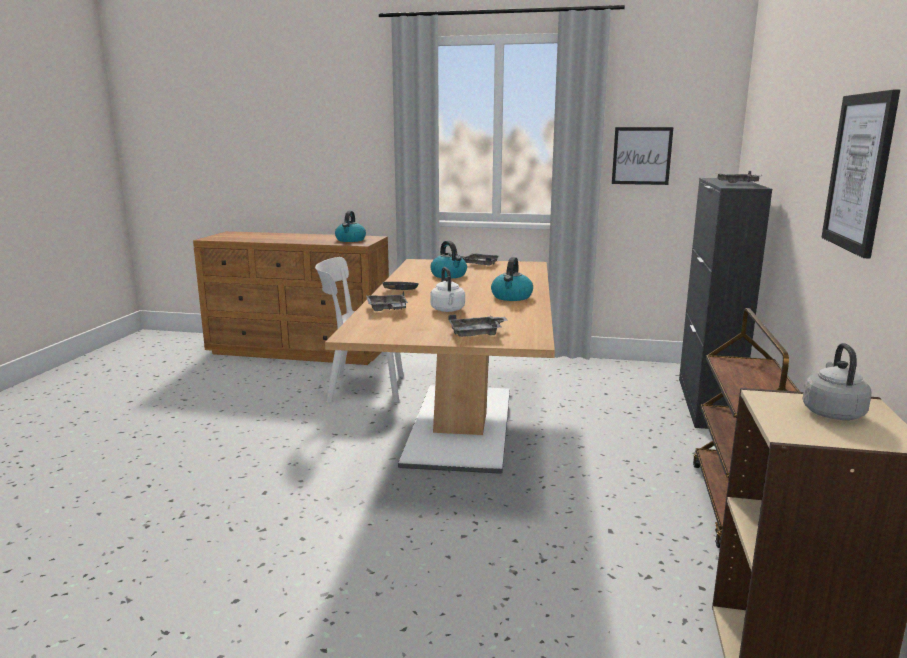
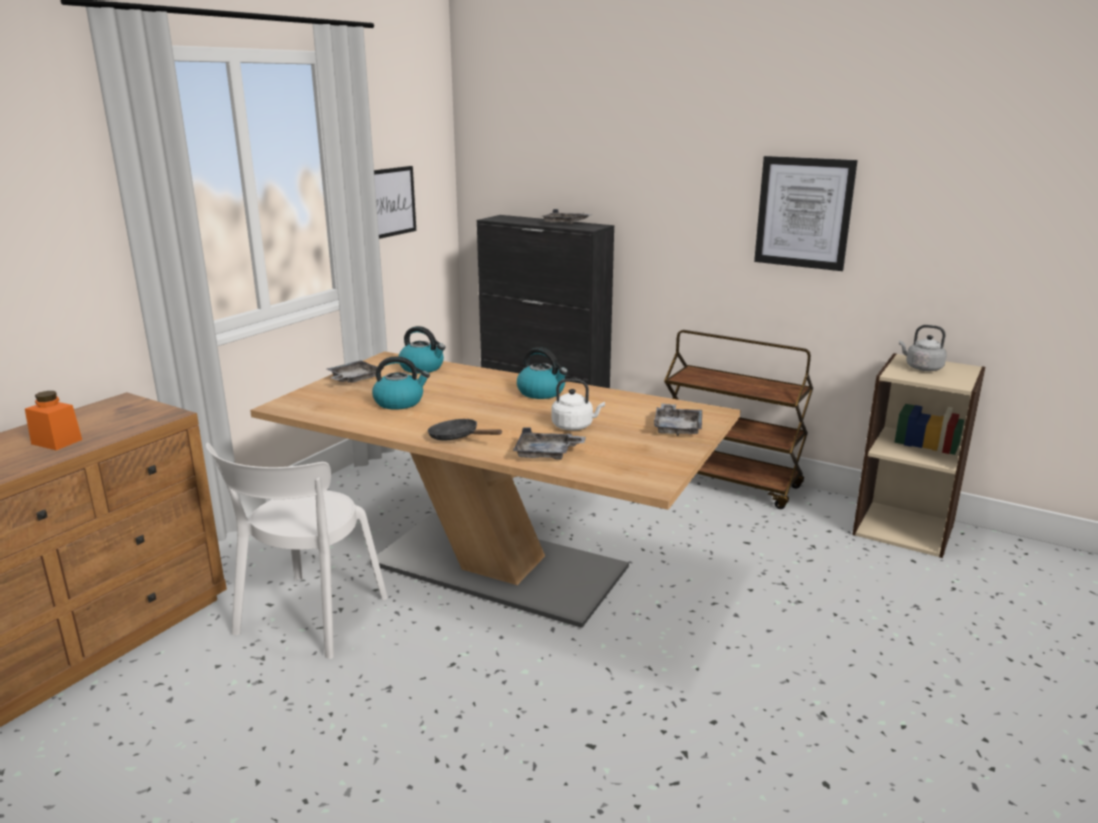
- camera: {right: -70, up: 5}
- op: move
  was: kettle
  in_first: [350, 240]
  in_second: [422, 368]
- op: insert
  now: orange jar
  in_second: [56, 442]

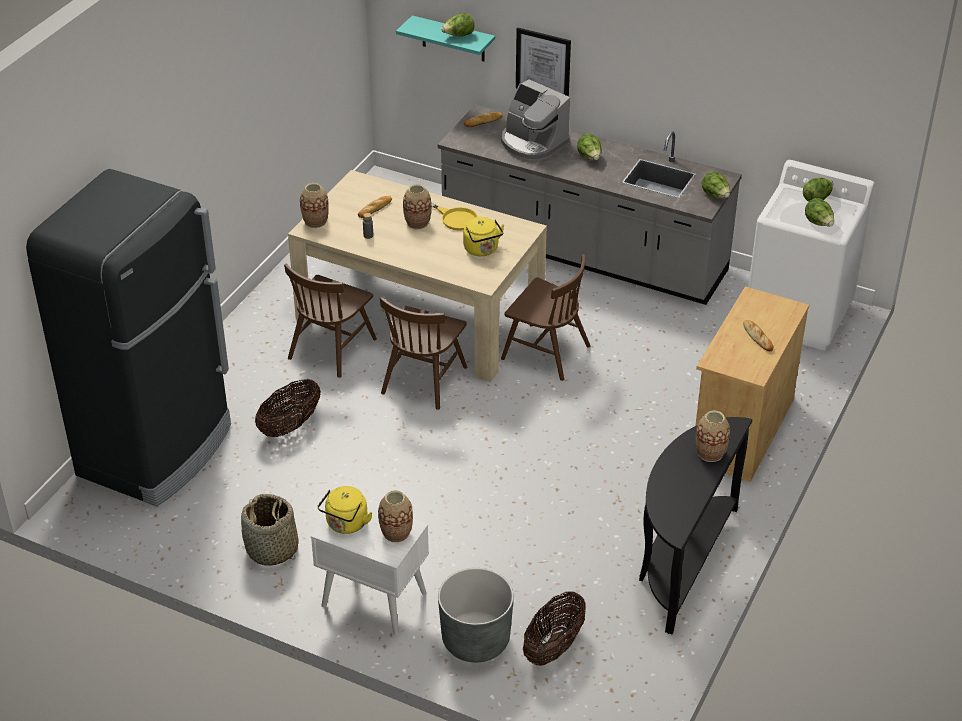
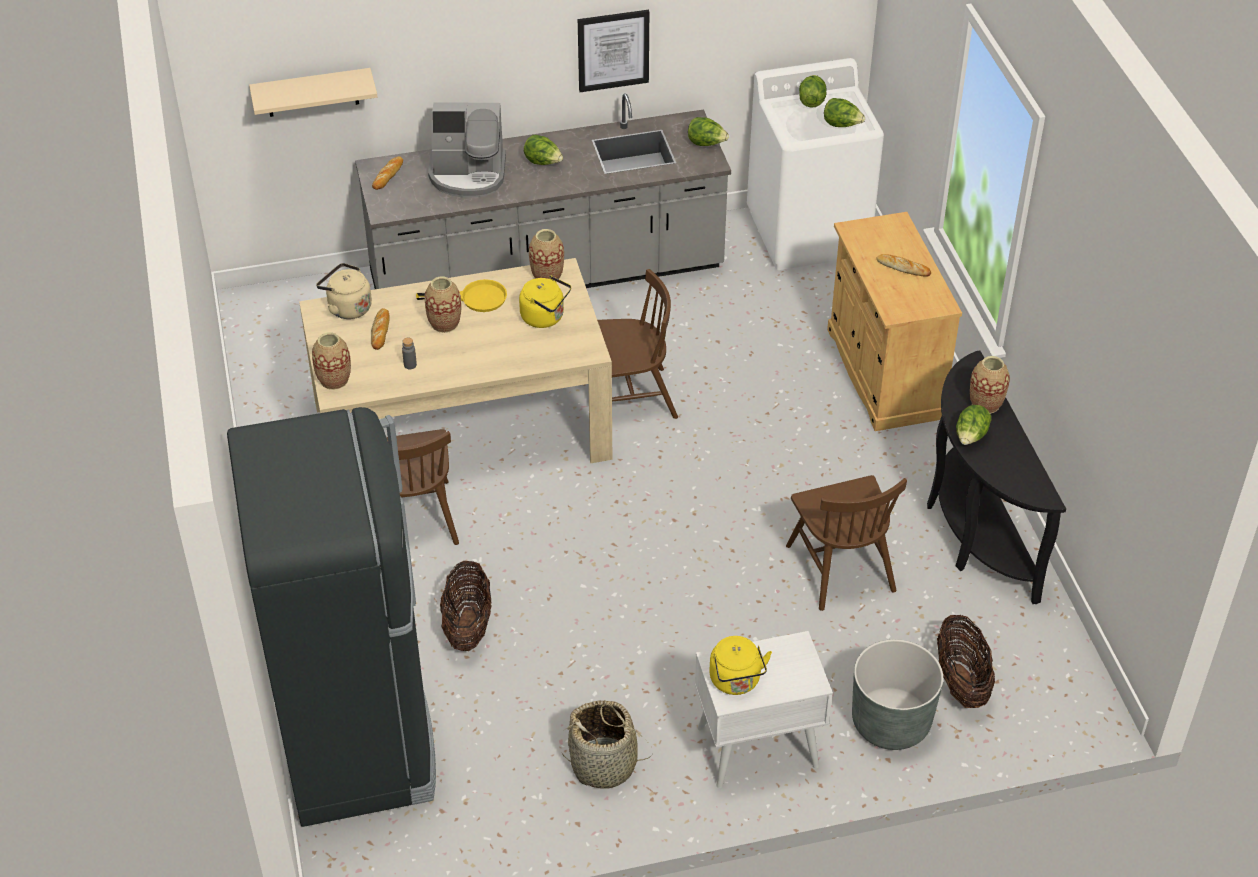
- camera: {right: -40, up: 5}
- op: move
  was: lettuce
  in_first: [458, 36]
  in_second: [970, 437]
- op: recolor
  was: turquoise shelf
  now: beige shelf
  in_first: [453, 39]
  in_second: [312, 92]
- op: move
  was: picture
  in_first: [543, 64]
  in_second: [613, 50]
- op: move
  was: brown chair
  in_first: [424, 380]
  in_second: [840, 567]
- op: move
  was: vase
  in_first: [396, 533]
  in_second: [547, 275]
- op: insert
  now: beige kettle
  in_second: [347, 307]

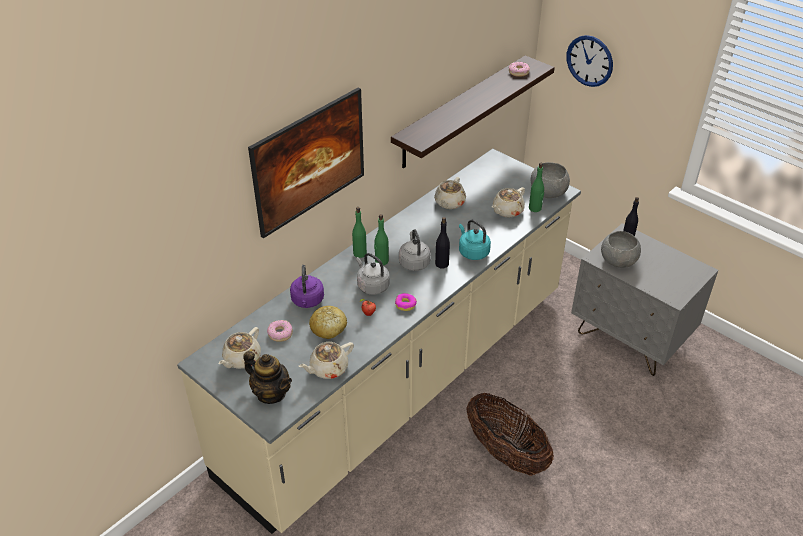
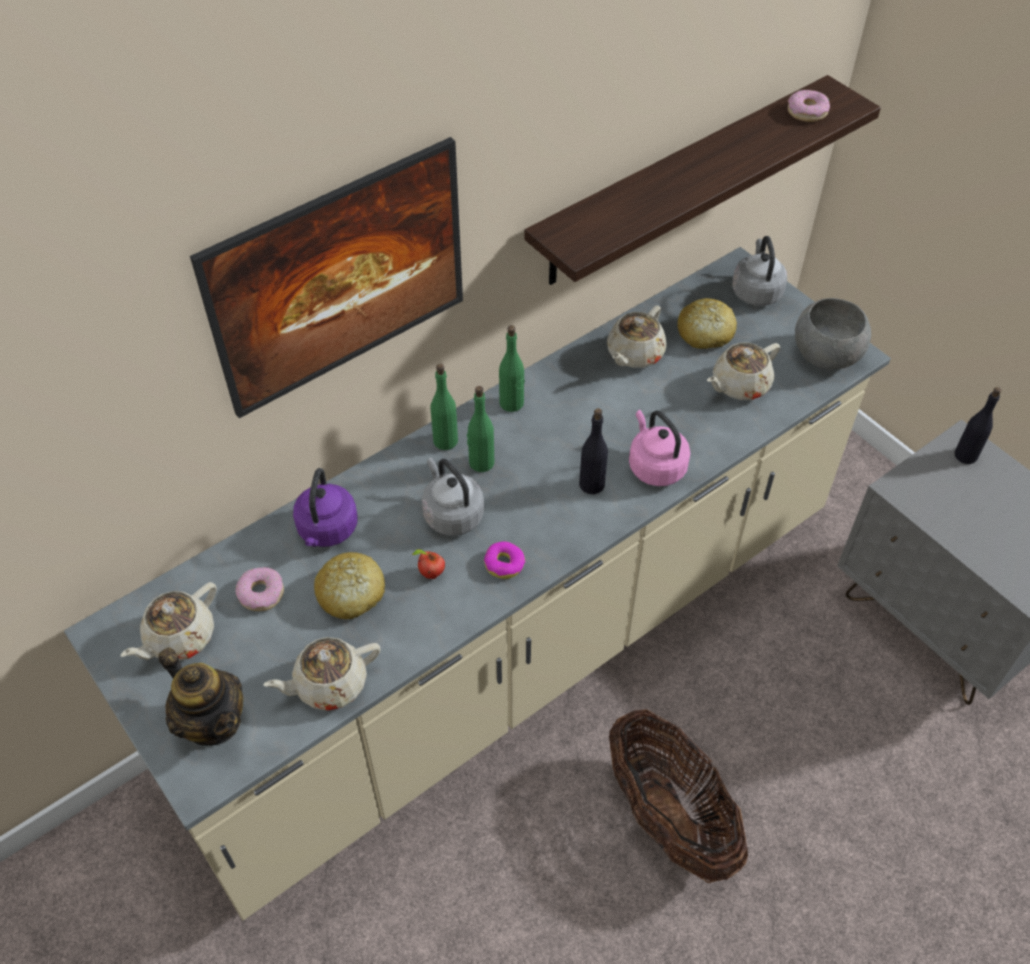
- camera: {right: 10, up: 10}
- op: delete
  was: wall clock
  in_first: [589, 61]
- op: move
  was: green bottle
  in_first: [535, 208]
  in_second: [512, 403]
- op: recolor
  was: turquoise kettle
  now: pink kettle
  in_first: [472, 252]
  in_second: [655, 466]
- op: move
  was: grey kettle
  in_first: [414, 262]
  in_second: [756, 291]
- op: delete
  was: grey bowl
  in_first: [618, 260]
- op: insert
  now: bread
  in_second: [705, 333]

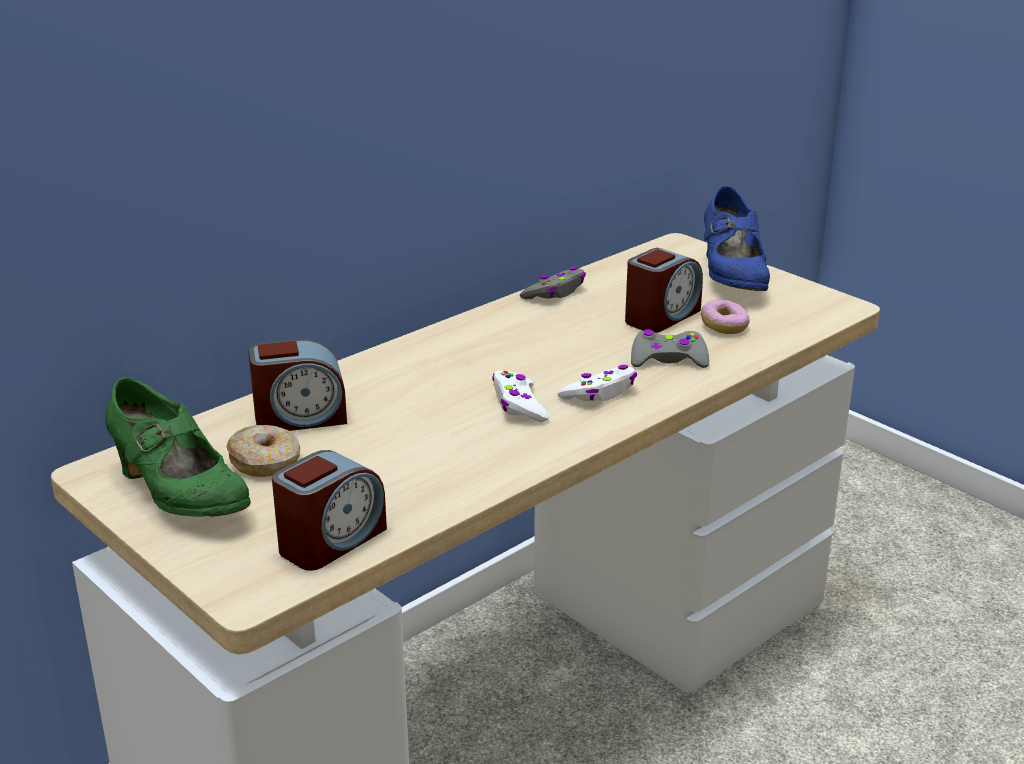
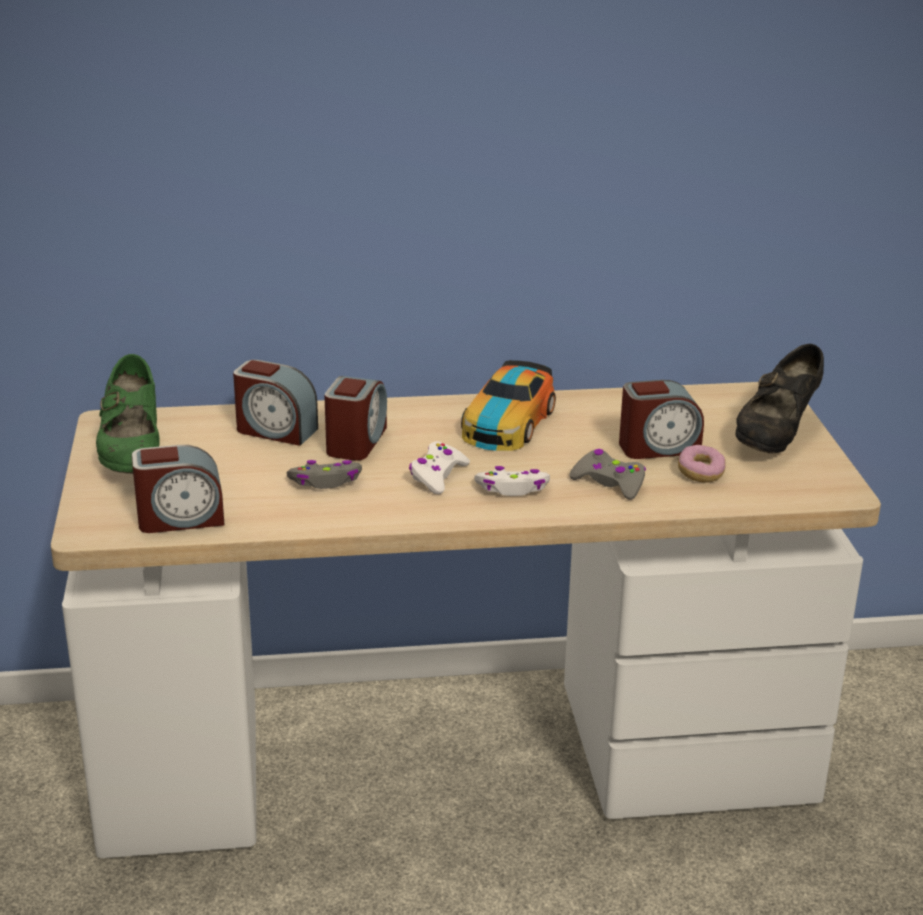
- camera: {right: 35, up: 0}
- op: recolor
  was: blue shoe
  now: black shoe
  in_first: [732, 278]
  in_second: [776, 435]
- op: move
  was: grey game controller
  in_first: [555, 293]
  in_second: [326, 482]
- op: delete
  was: donut
  in_first: [266, 462]
- op: insert
  now: toy car
  in_second: [507, 423]
- op: insert
  now: alarm clock
  in_second: [356, 442]

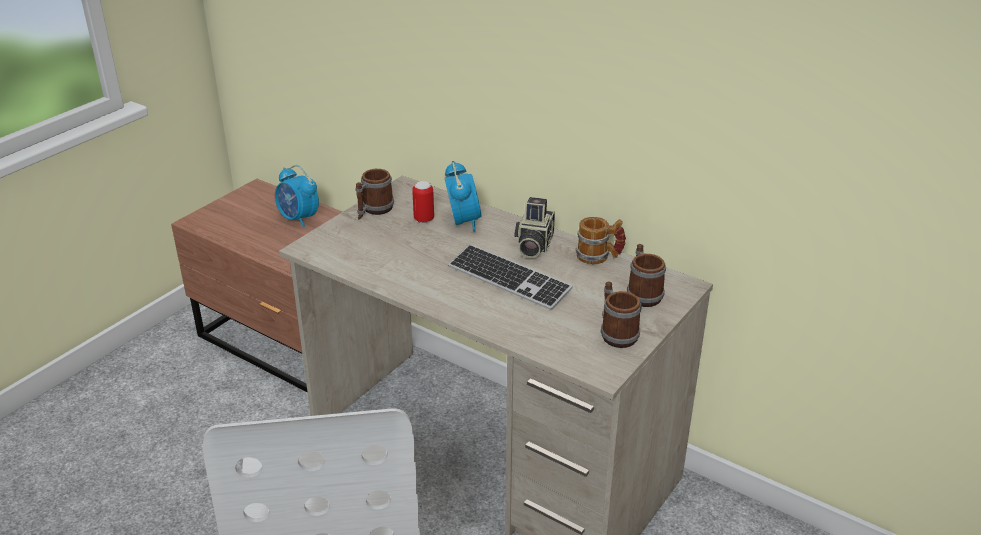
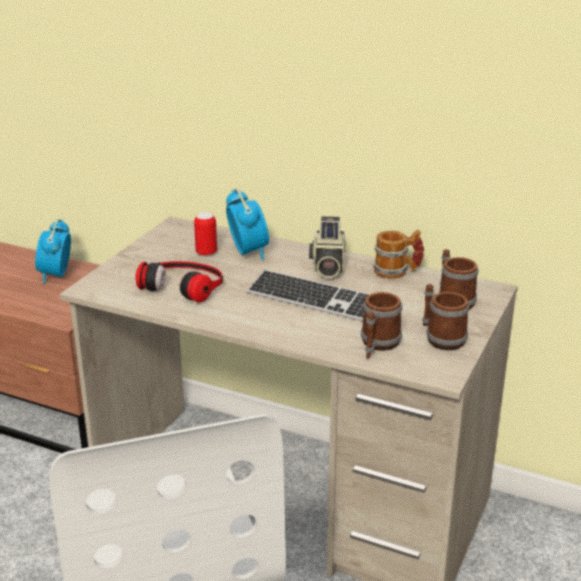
- camera: {right: -10, up: -5}
- op: rotate
  was: alarm clock
  in_first: [299, 219]
  in_second: [56, 275]
  clockwise: 60
- op: move
  was: mug
  in_first: [373, 210]
  in_second: [377, 345]
- op: insert
  now: headphones
  in_second: [184, 284]

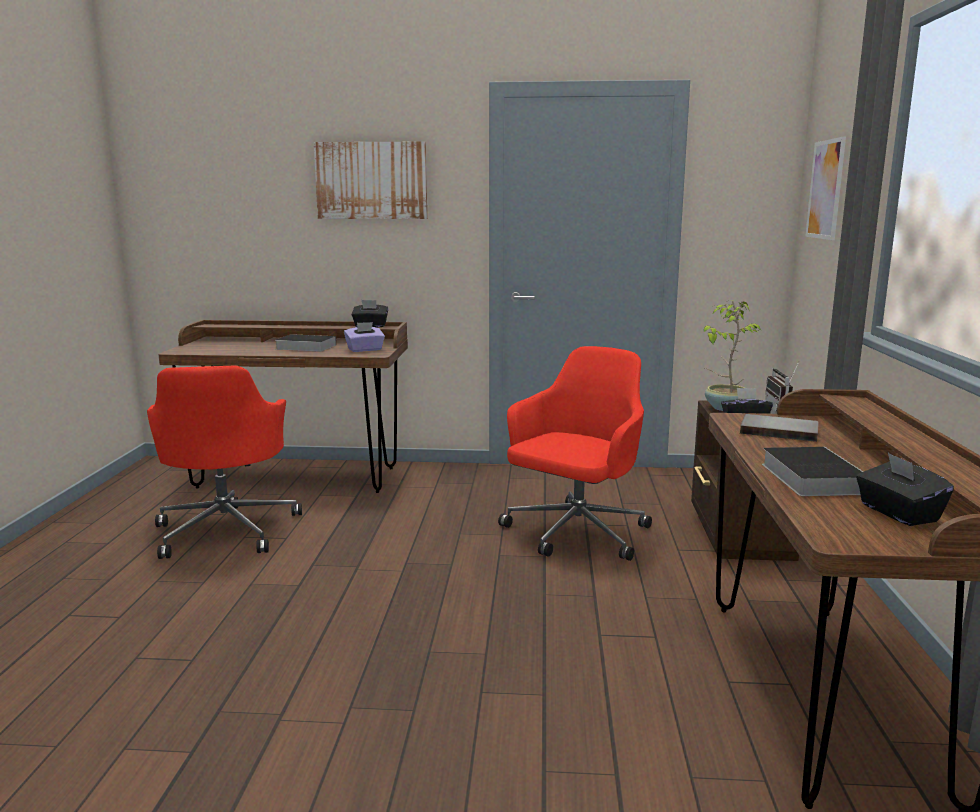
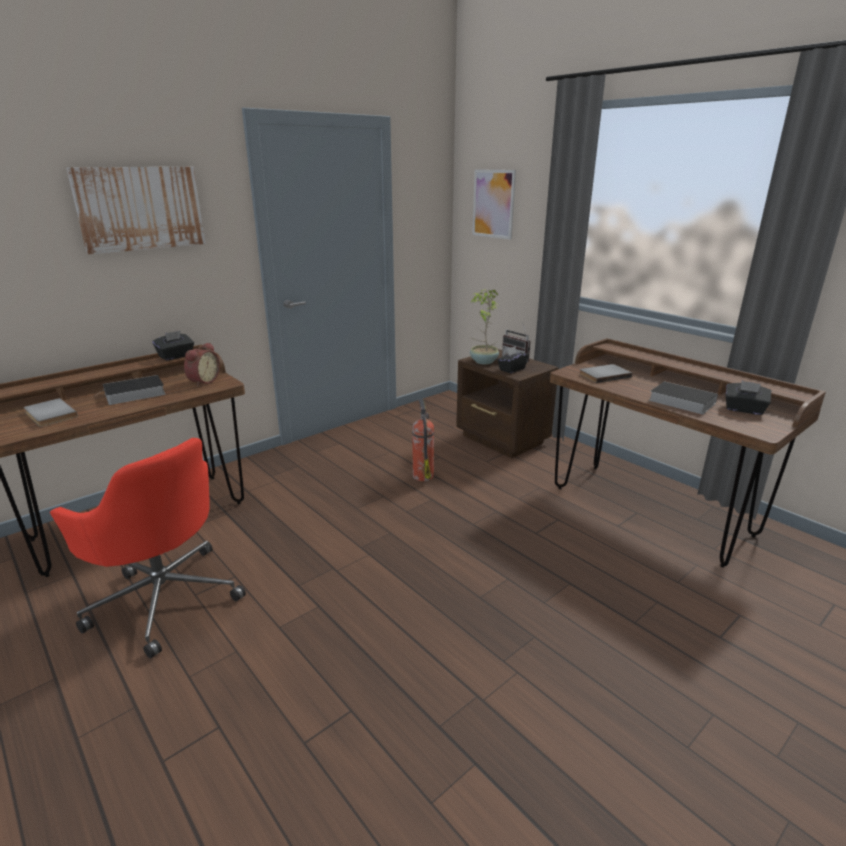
- camera: {right: -45, up: 10}
- op: replace
  was: purple tissue box
  now: alarm clock
  in_first: [365, 350]
  in_second: [203, 381]
- op: replace
  was: red office chair
  now: fire extinguisher
  in_first: [575, 534]
  in_second: [423, 475]
- op: insert
  now: grey book
  in_second: [49, 415]

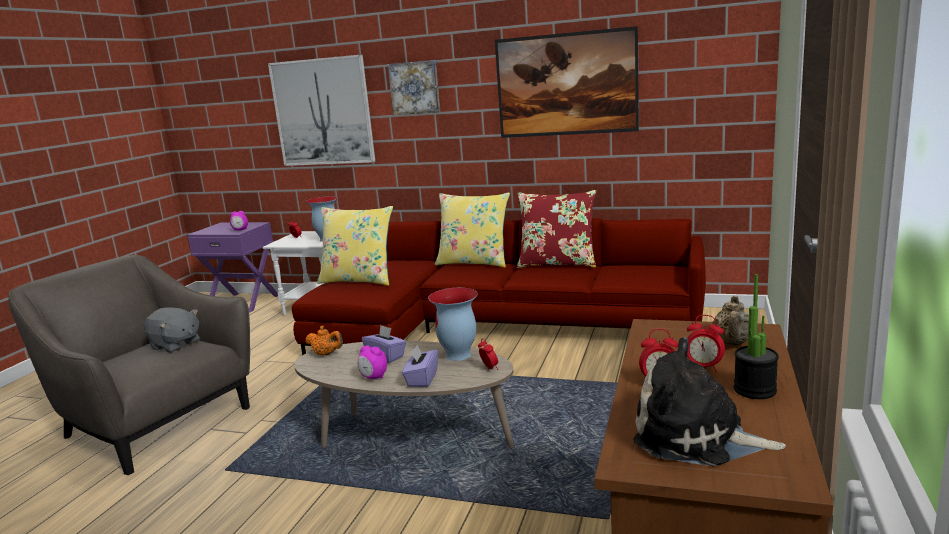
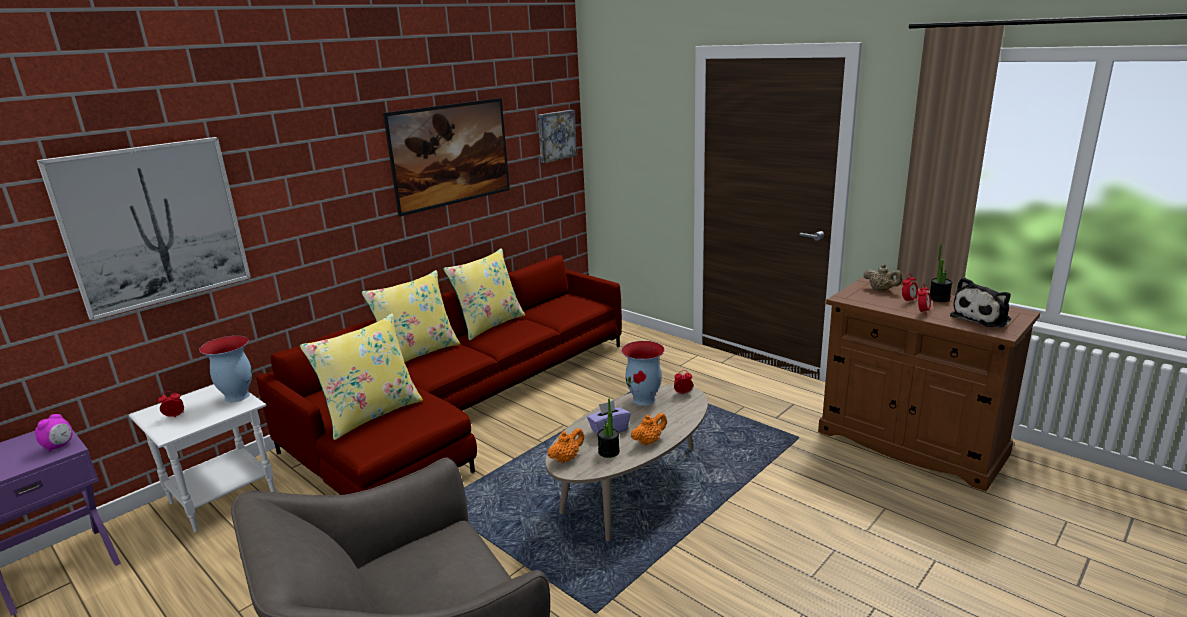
- camera: {right: -65, up: 5}
- op: move
  was: picture
  in_first: [415, 87]
  in_second: [555, 135]
- op: recolor
  was: red pillow
  now: yellow pillow
  in_first: [557, 263]
  in_second: [489, 325]
- op: delete
  was: grey plush toy
  in_first: [175, 345]
- op: delete
  was: purple tissue box
  in_first: [422, 379]
- op: replace
  was: alarm clock
  now: orange teapot
  in_first: [373, 377]
  in_second: [649, 441]
- op: insert
  now: potted plant
  in_second: [609, 452]

